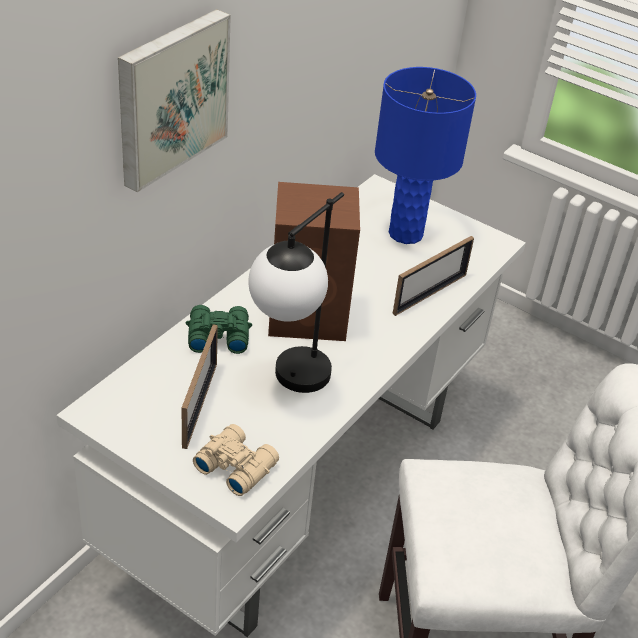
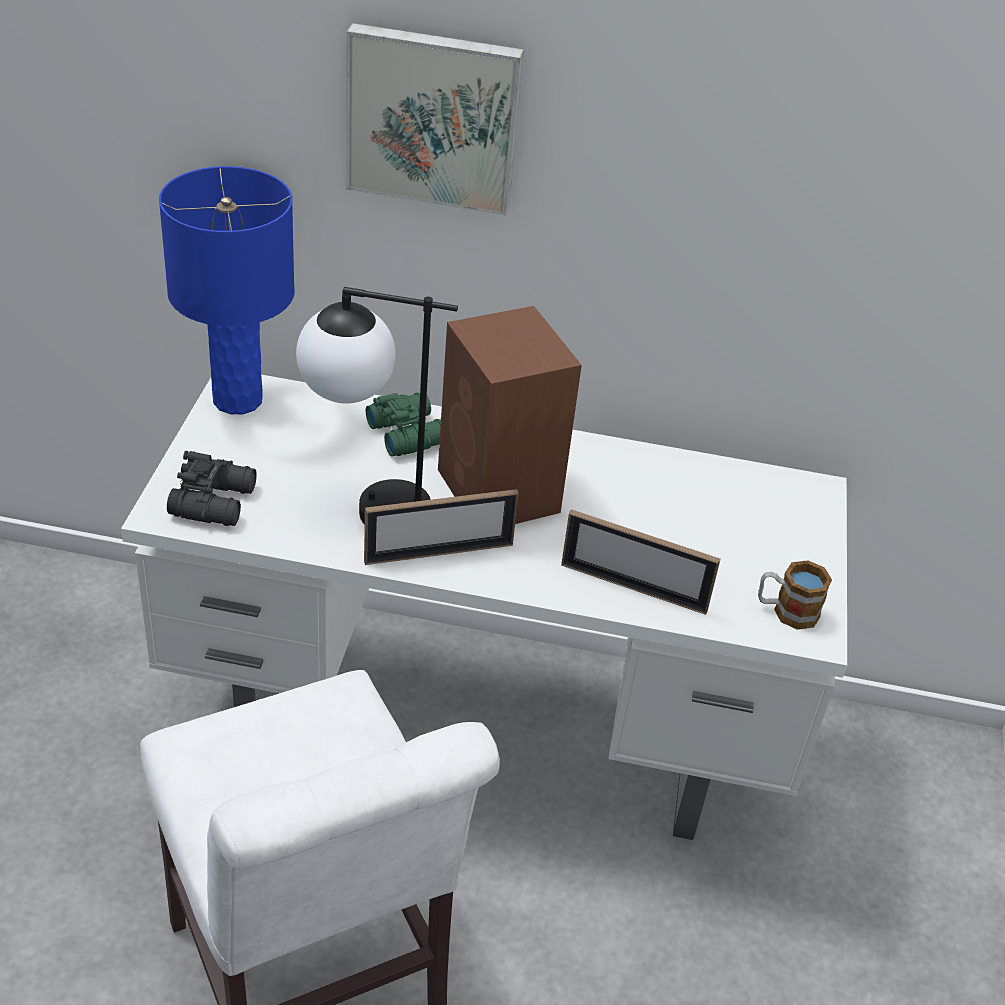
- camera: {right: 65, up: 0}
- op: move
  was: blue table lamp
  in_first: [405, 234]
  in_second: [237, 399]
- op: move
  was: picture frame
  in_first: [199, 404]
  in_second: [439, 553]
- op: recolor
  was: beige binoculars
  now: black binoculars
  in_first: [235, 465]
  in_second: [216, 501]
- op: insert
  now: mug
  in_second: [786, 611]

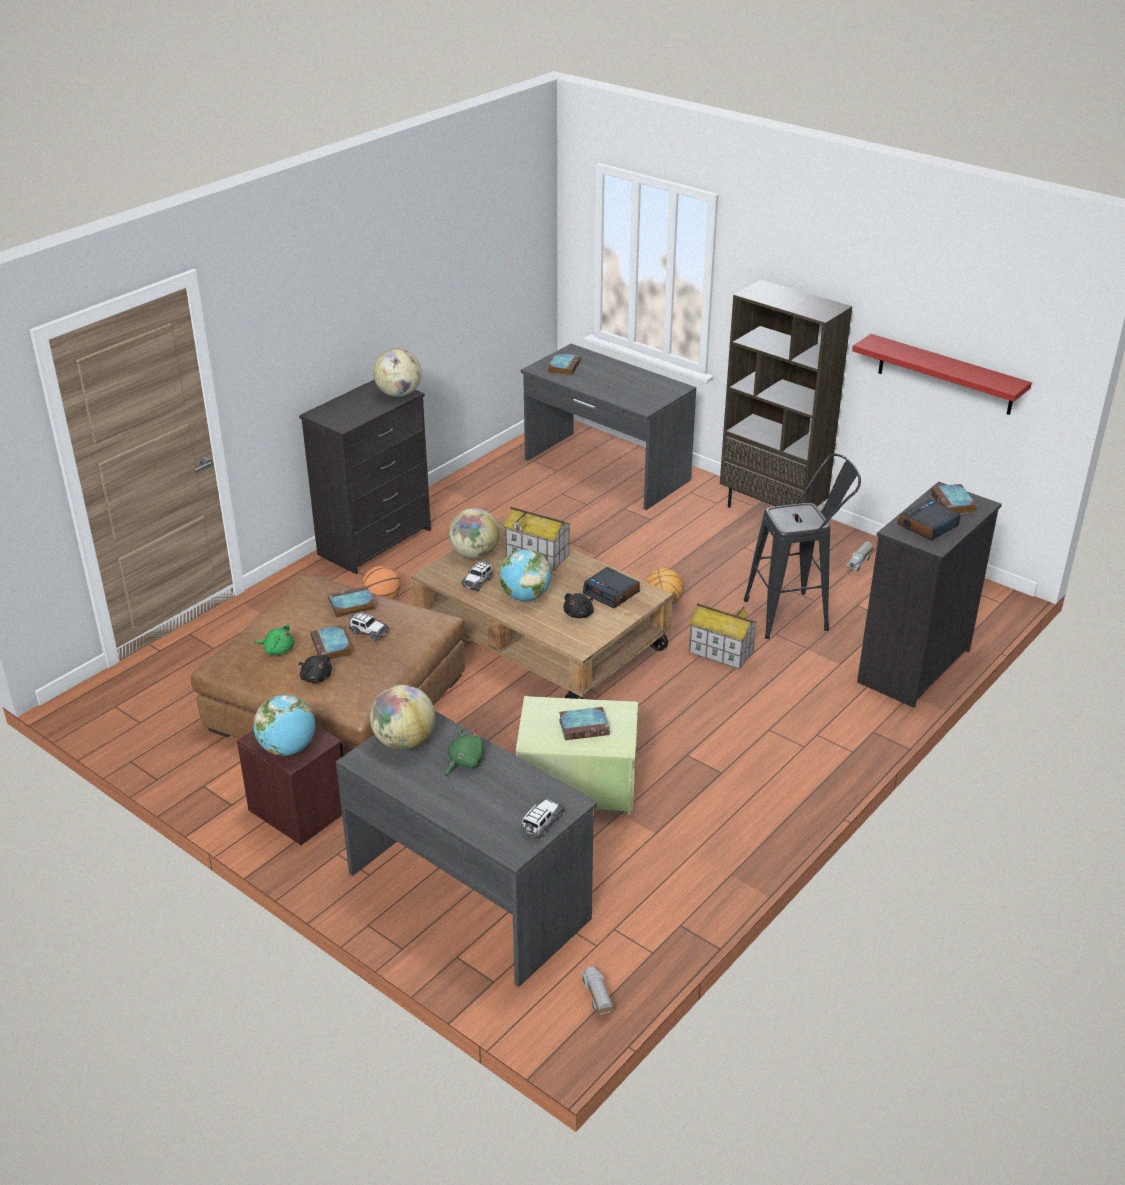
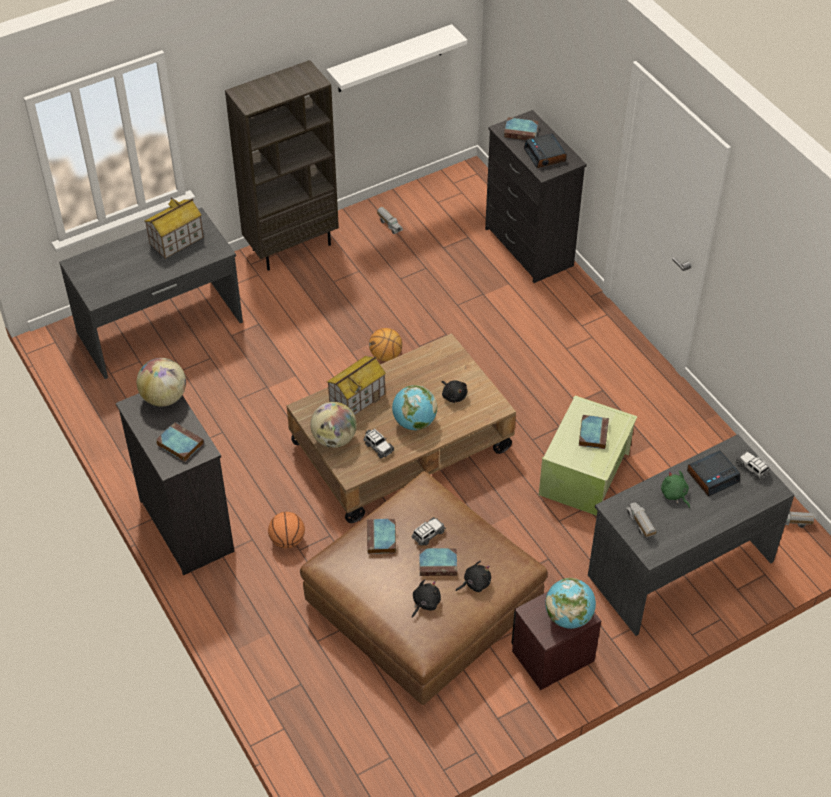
- camera: {right: -70, up: 15}
- op: recolor
  was: red shelf
  now: white shelf
  in_first: [945, 375]
  in_second: [390, 59]
- op: move
  was: book
  in_first: [564, 367]
  in_second: [179, 444]
- op: delete
  was: black stool
  in_first: [795, 614]
- op: move
  was: alarm clock
  in_first: [612, 593]
  in_second: [713, 476]
- op: move
  was: toy house
  in_first: [720, 652]
  in_second: [176, 241]
- op: recolor
  was: green plush toy
  now: black plush toy
  in_first: [278, 650]
  in_second: [425, 603]
- op: replace
  was: globe
  now: toy truck
  in_first: [404, 741]
  in_second: [640, 524]

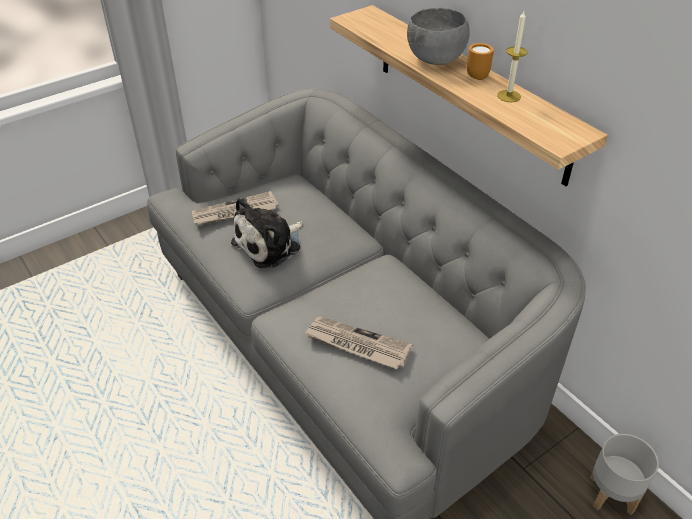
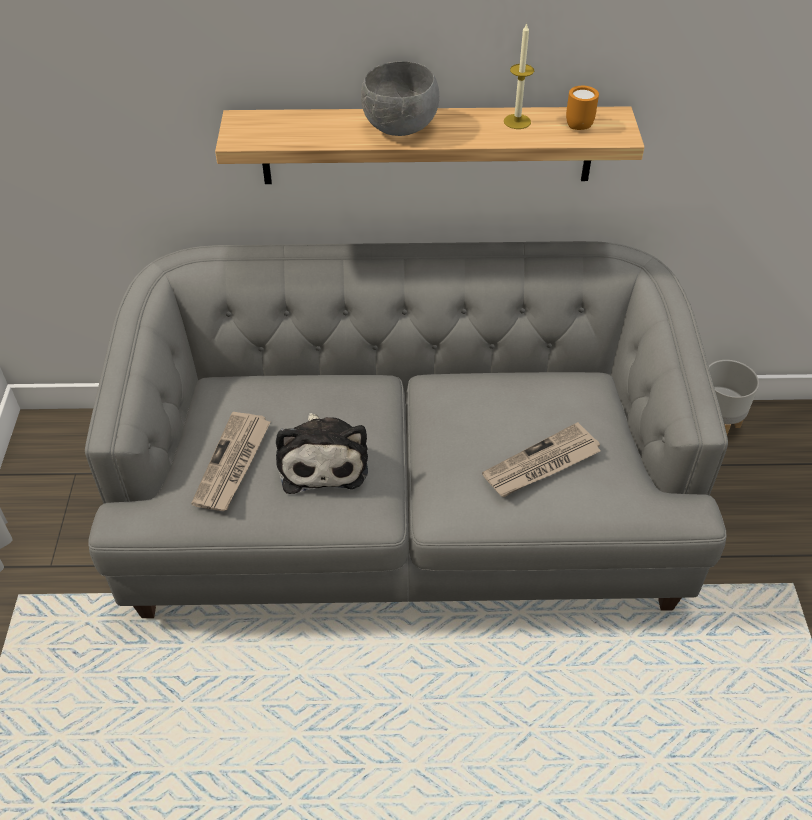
- camera: {right: -55, up: 5}
- op: move
  was: orange mug
  in_first: [479, 75]
  in_second: [578, 124]

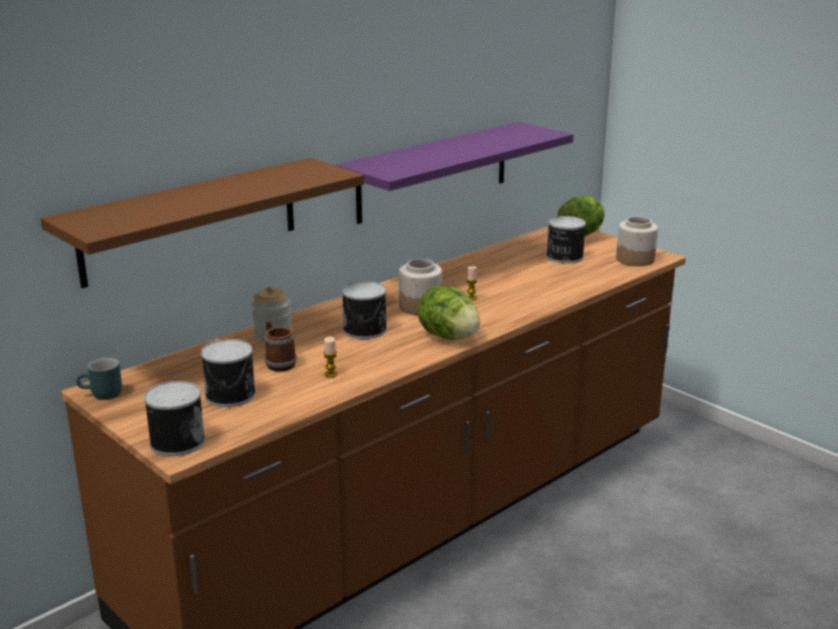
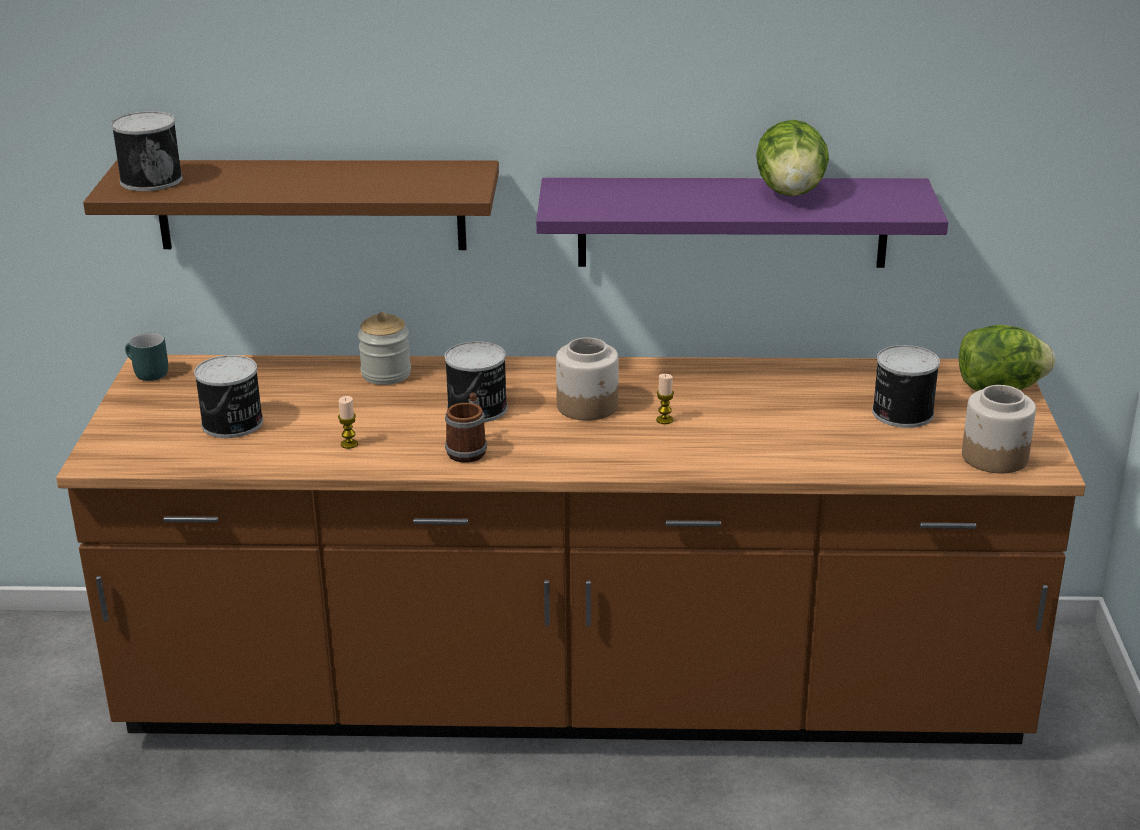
- camera: {right: 45, up: 5}
- op: move
  was: lettuce
  in_first: [449, 337]
  in_second: [791, 193]
- op: move
  was: mug
  in_first: [278, 363]
  in_second: [468, 449]
- op: move
  was: can
  in_first: [176, 441]
  in_second: [151, 179]

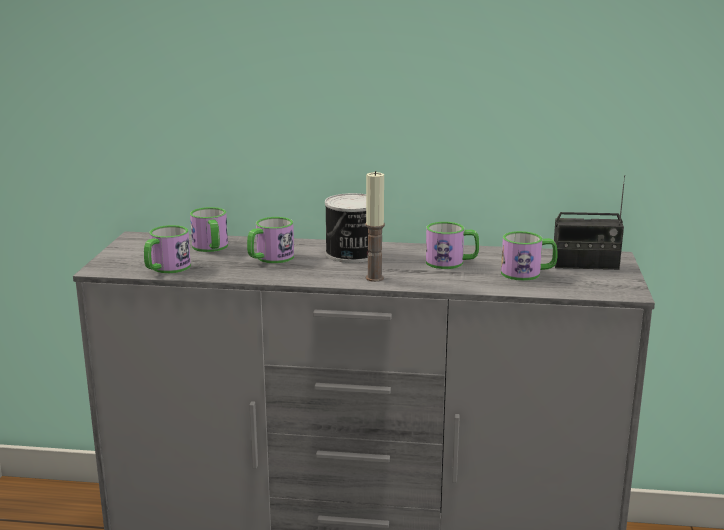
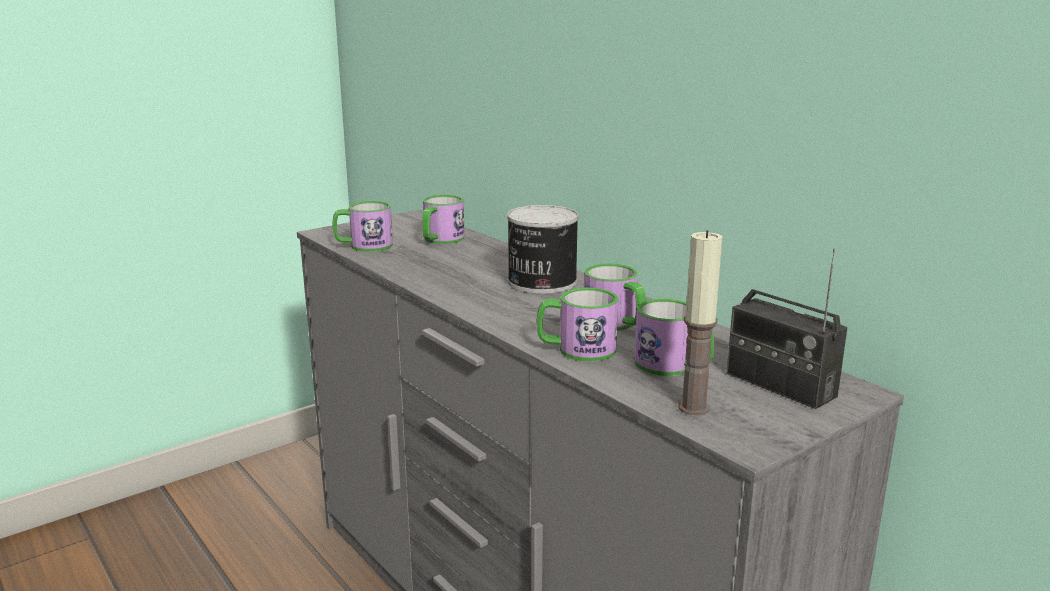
- camera: {right: 45, up: 0}
- op: move
  was: candle
  in_first: [374, 278]
  in_second: [694, 408]
- op: move
  was: mug
  in_first: [270, 258]
  in_second: [576, 349]

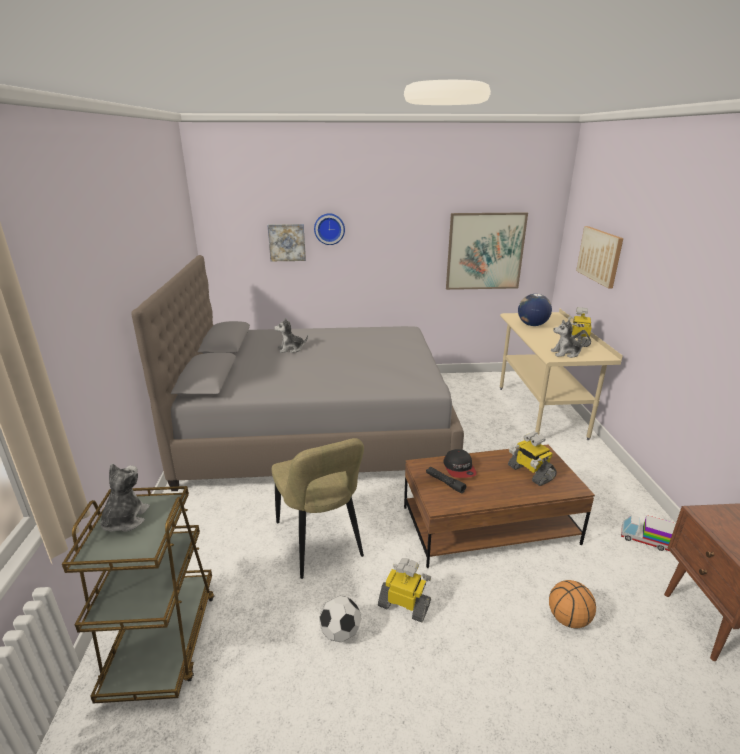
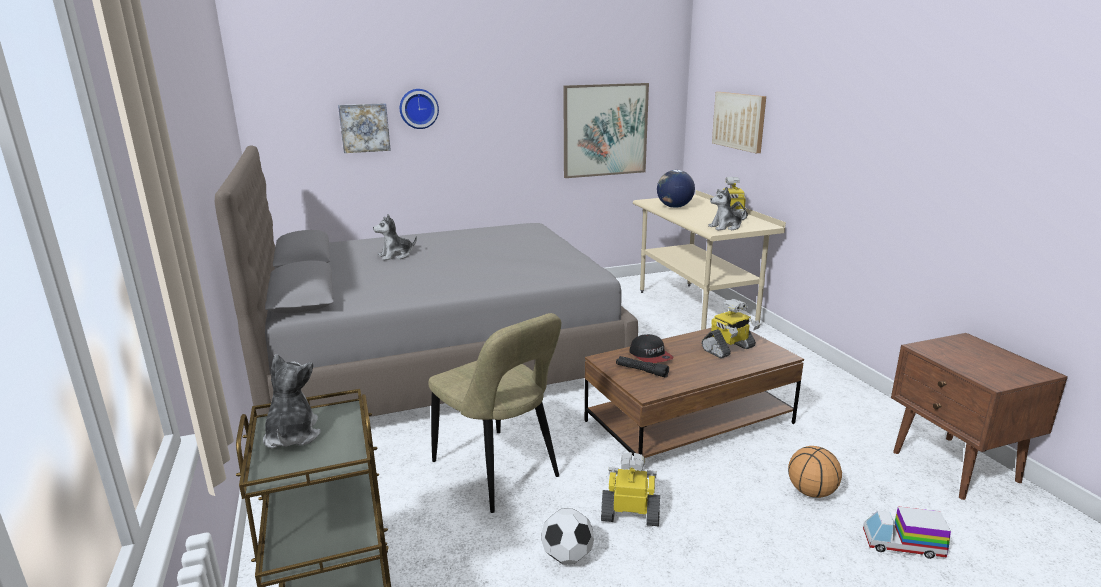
- camera: {right: -15, up: -5}
- op: rotate
  was: toy robot
  in_first: [530, 472]
  in_second: [728, 349]
  clockwise: -75
- op: move
  was: toy truck
  in_first: [645, 539]
  in_second: [902, 545]

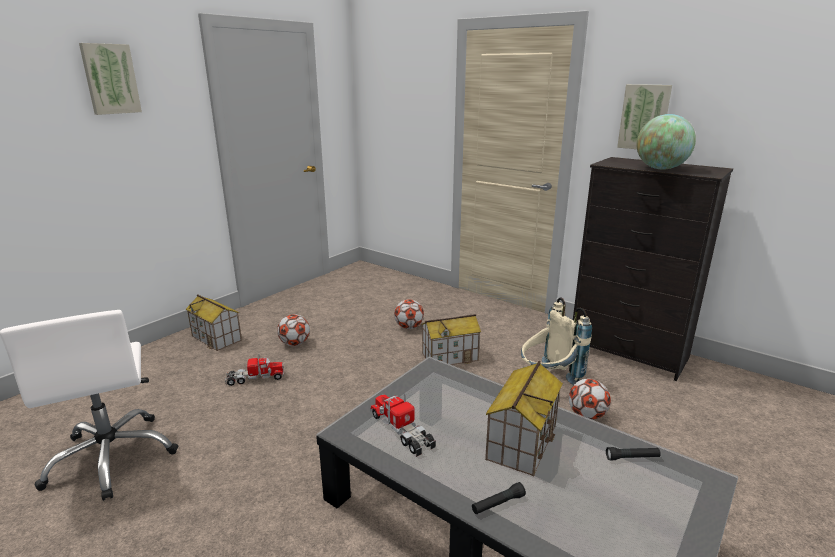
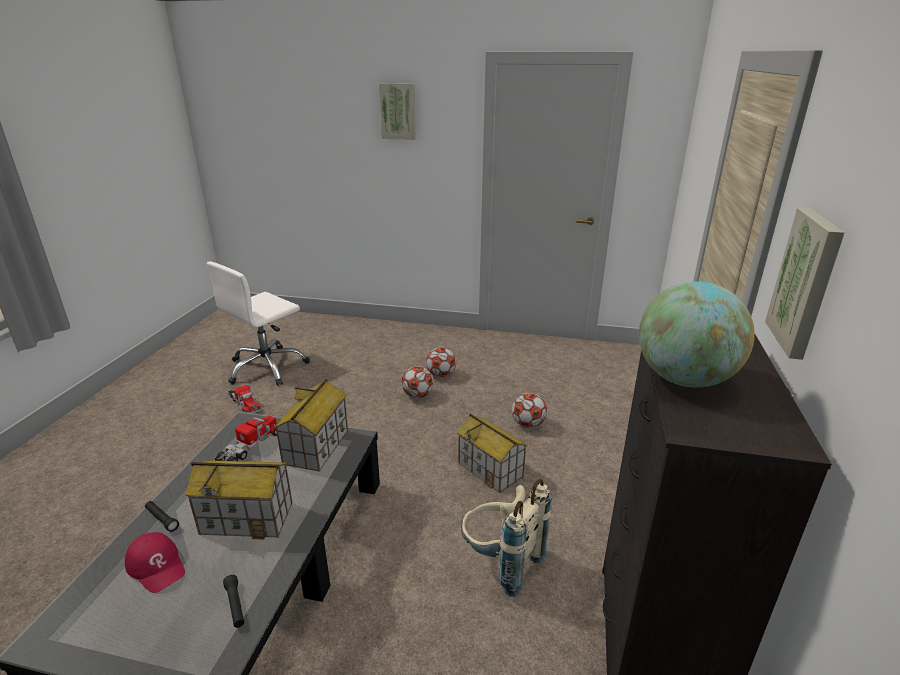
- camera: {right: 65, up: 5}
- op: move
  was: toy house
  in_first: [217, 338]
  in_second: [316, 447]
- op: move
  was: toy truck
  in_first: [255, 378]
  in_second: [244, 403]
- op: move
  was: football
  in_first: [586, 415]
  in_second: [417, 395]
- op: insert
  now: red cap
  in_second: [157, 565]

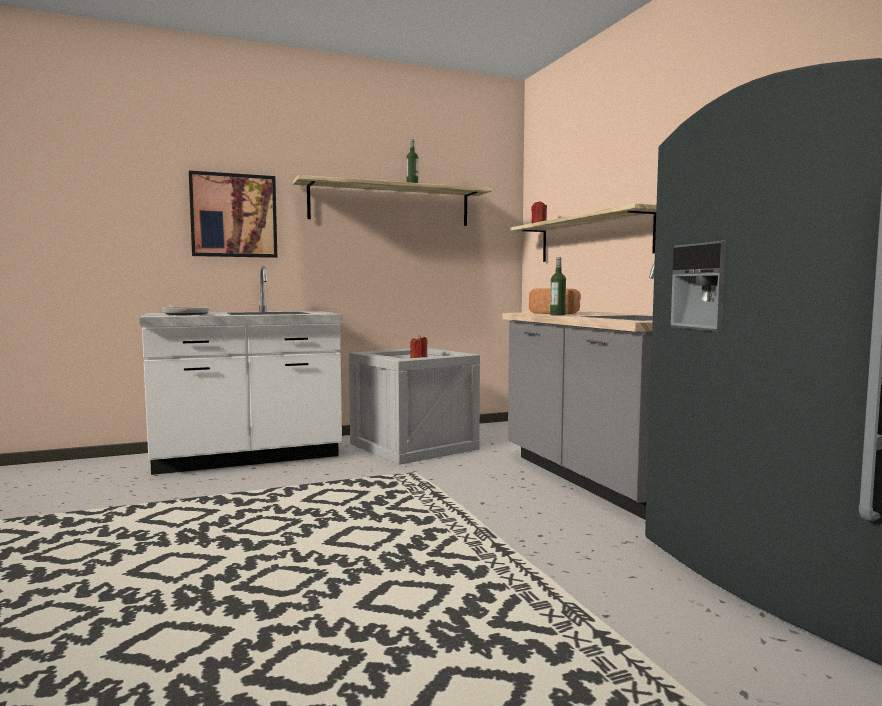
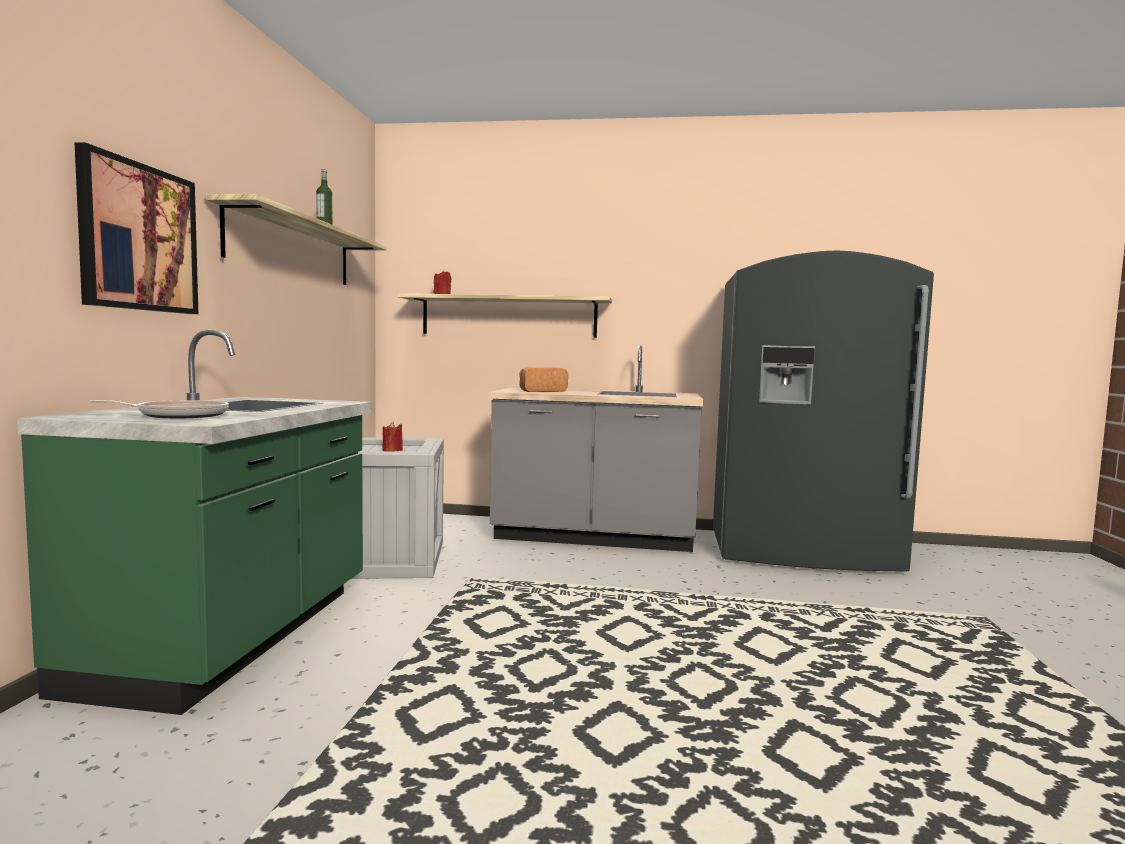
- camera: {right: -60, up: 0}
- op: delete
  was: bottle
  in_first: [557, 315]
- op: recolor
  was: white counter
  now: green counter
  in_first: [247, 457]
  in_second: [234, 637]

